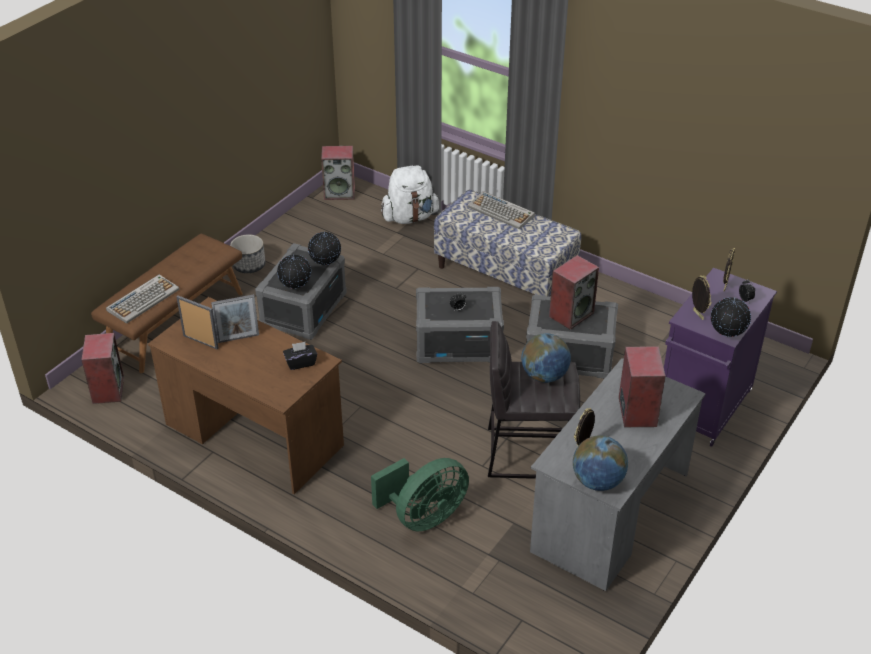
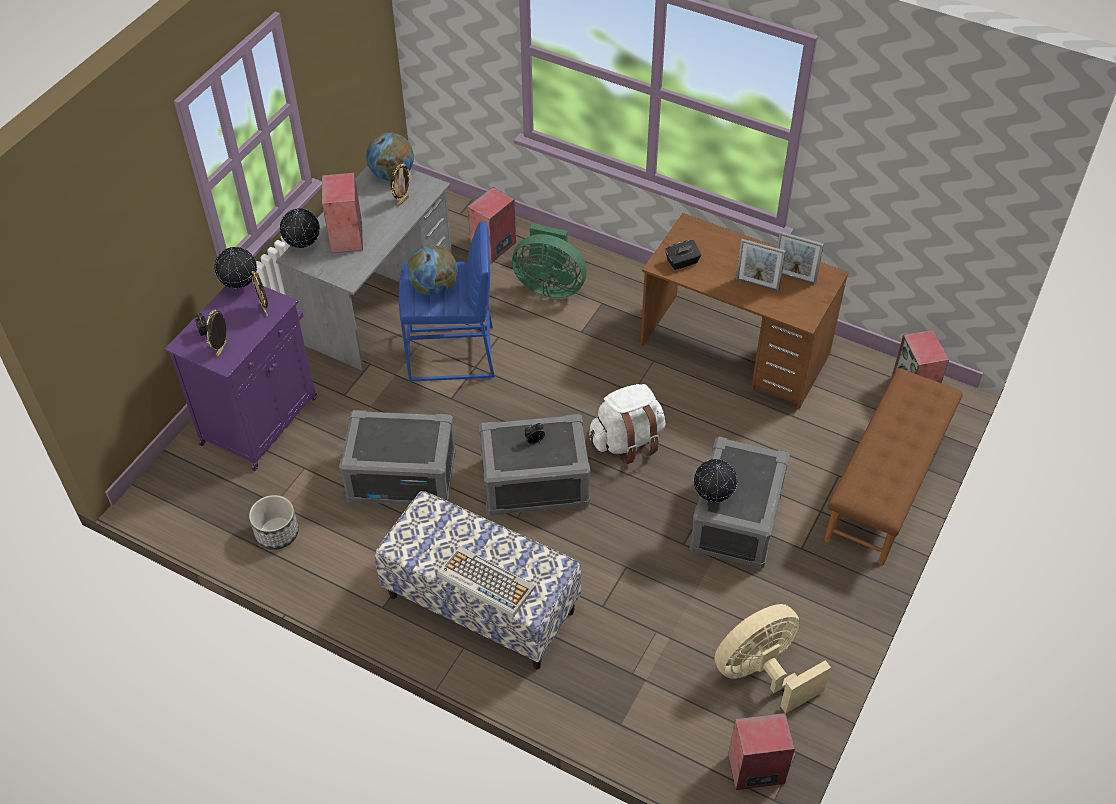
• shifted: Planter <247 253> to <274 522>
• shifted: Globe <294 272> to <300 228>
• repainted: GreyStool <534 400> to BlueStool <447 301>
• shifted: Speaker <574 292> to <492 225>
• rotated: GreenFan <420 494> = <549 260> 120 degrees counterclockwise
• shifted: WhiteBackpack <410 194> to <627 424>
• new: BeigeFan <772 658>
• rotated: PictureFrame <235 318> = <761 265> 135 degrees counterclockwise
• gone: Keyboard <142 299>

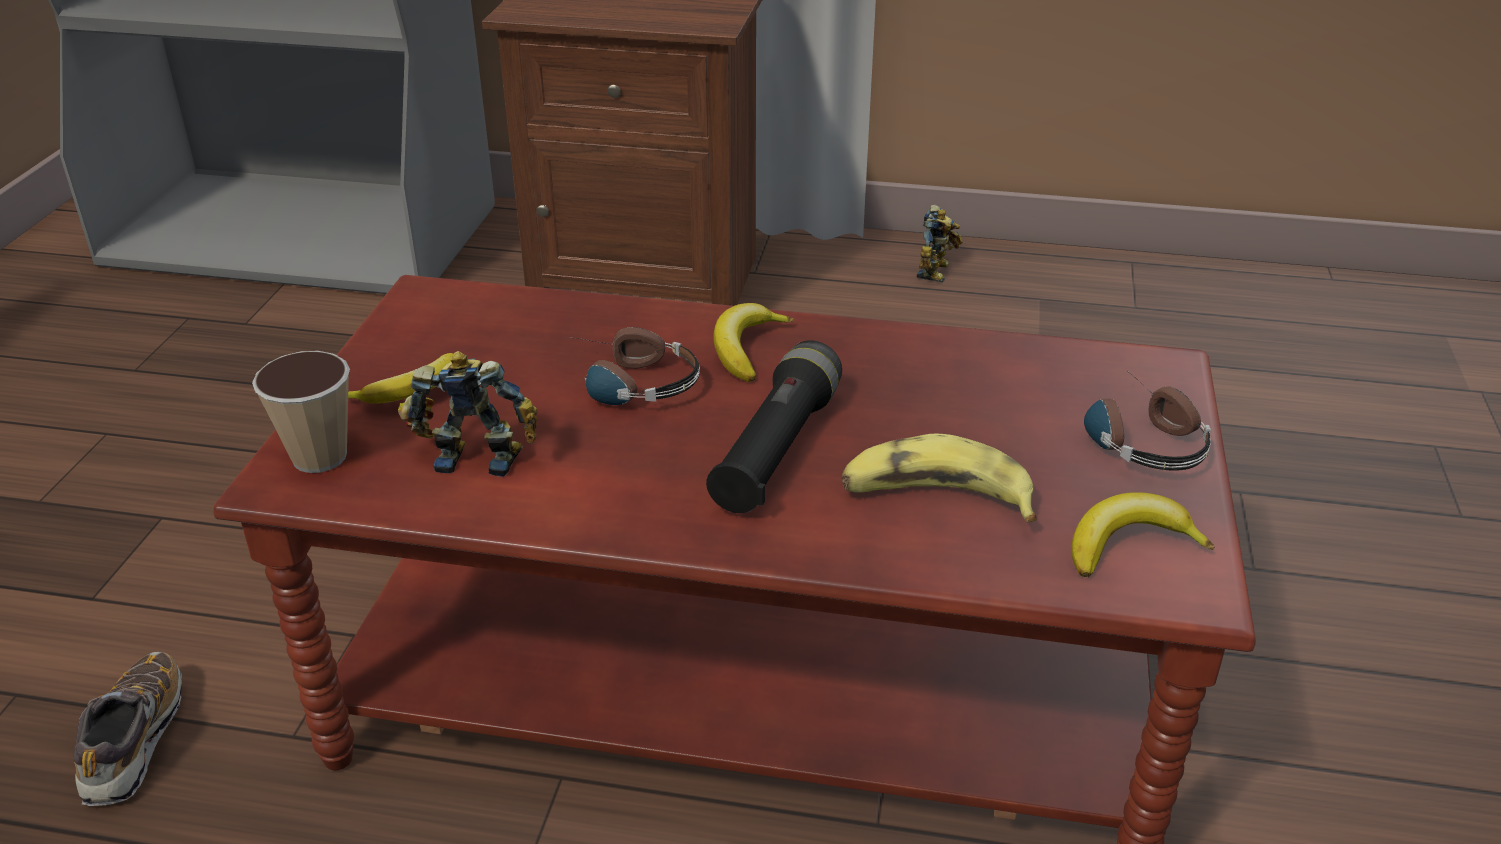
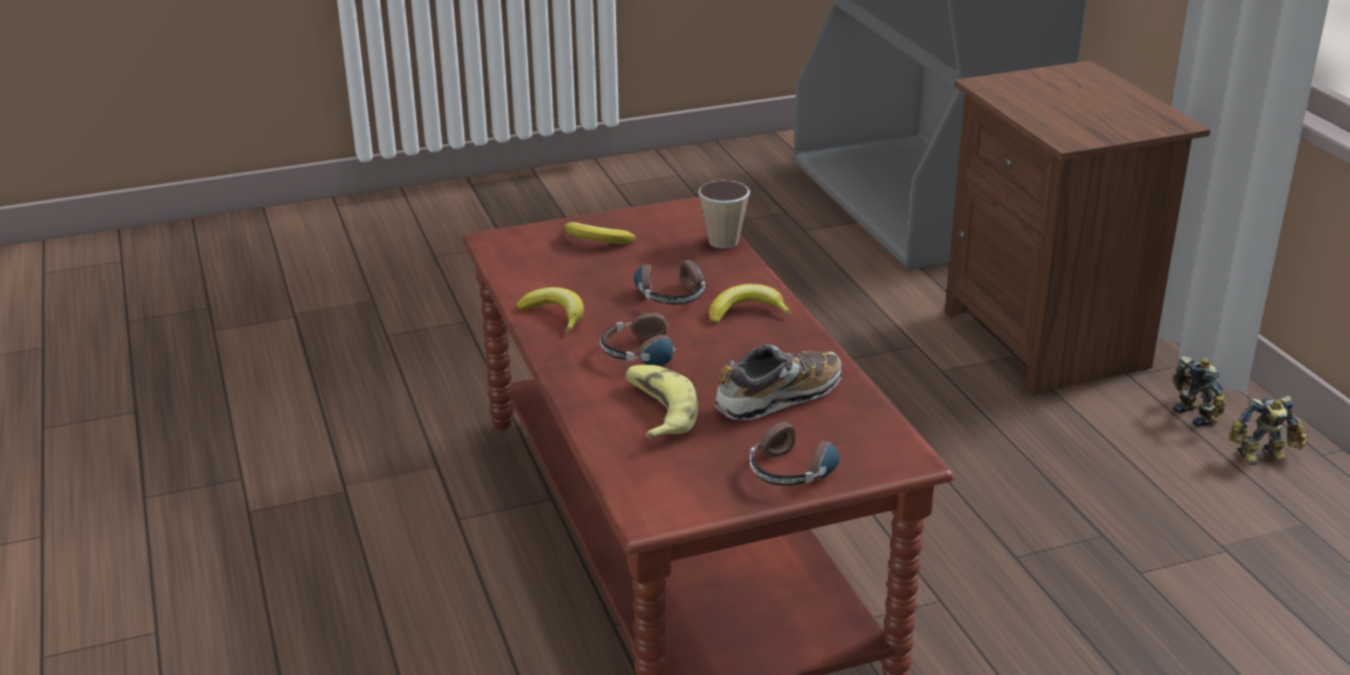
• shifted: Banana <1142 534> to <550 310>
• swapped: BlackFlashlight <774 426> to Headphones <651 339>
• shifted: Cup <301 412> to <724 214>
• shifted: Shoe <127 729> to <778 382>
• shifted: ToyRobot <468 414> to <1199 391>

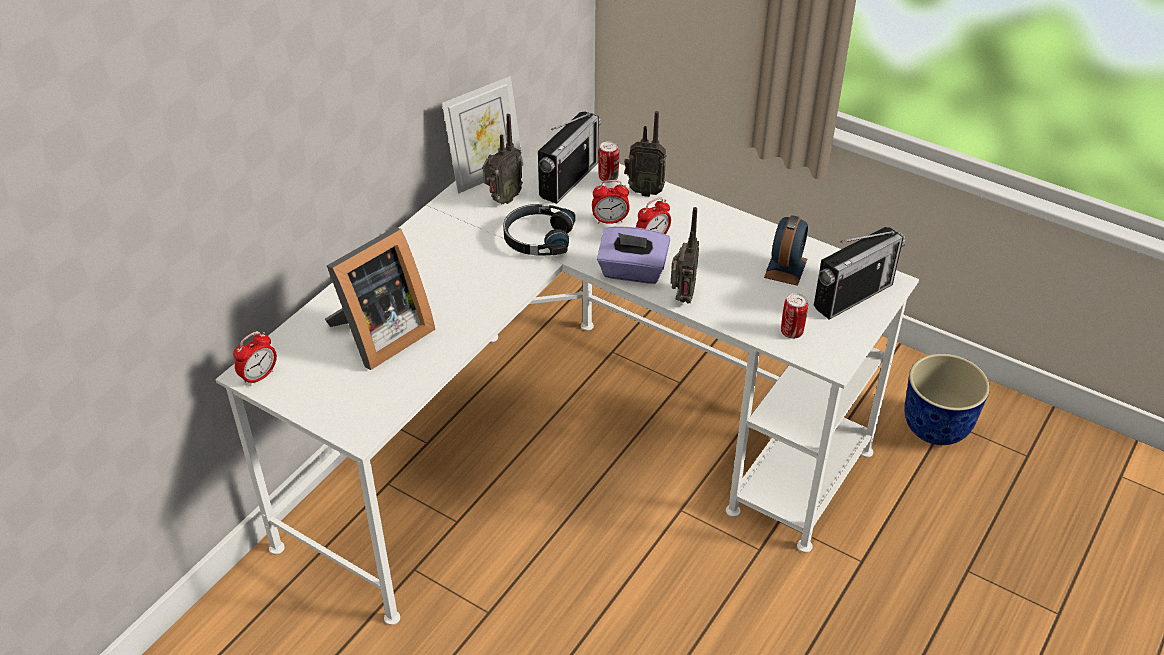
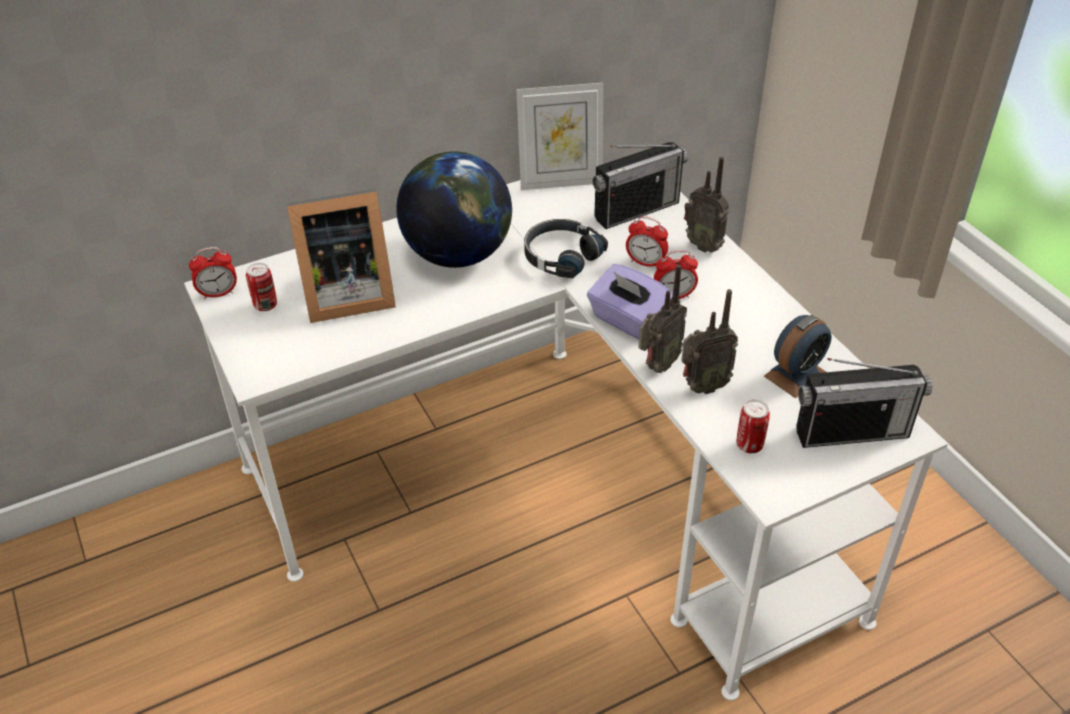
• shifted: Can <608 162> to <261 287>
• new: Globe <454 209>
• shifted: Radio <503 159> to <709 341>
• gone: Planter <947 399>

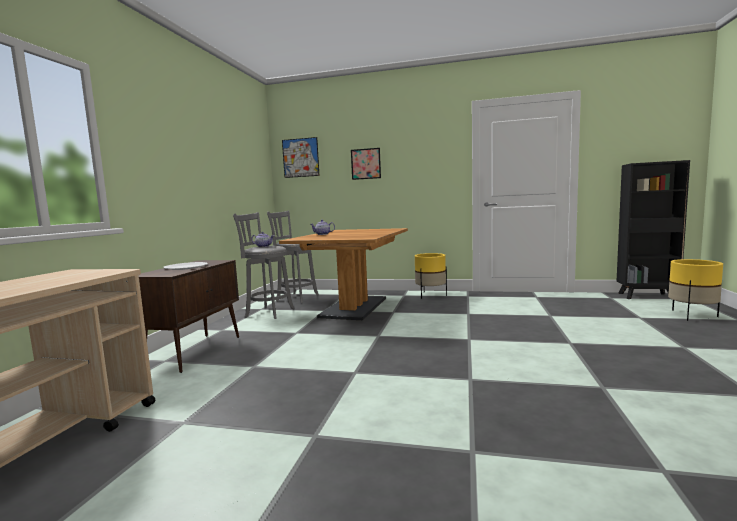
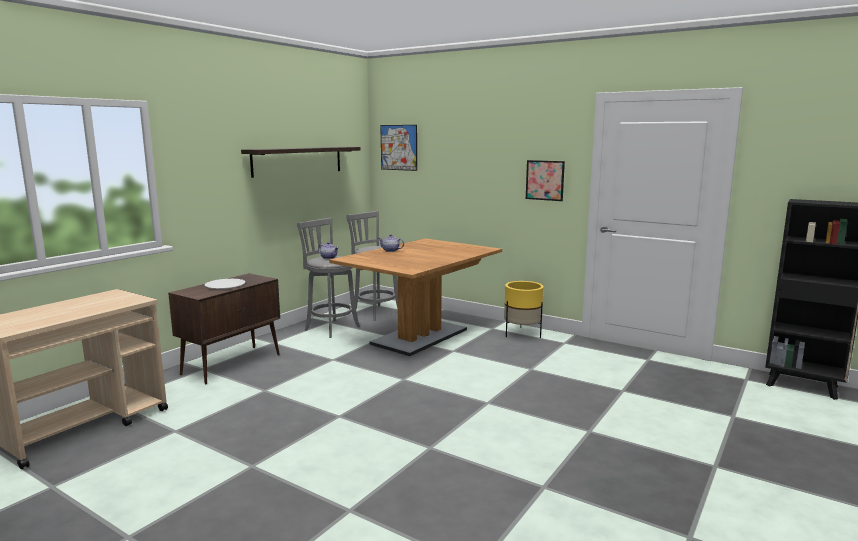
• new: Shelf <301 162>
• shifted: Picture <366 164> to <545 180>
• gone: YellowPlanter <695 290>

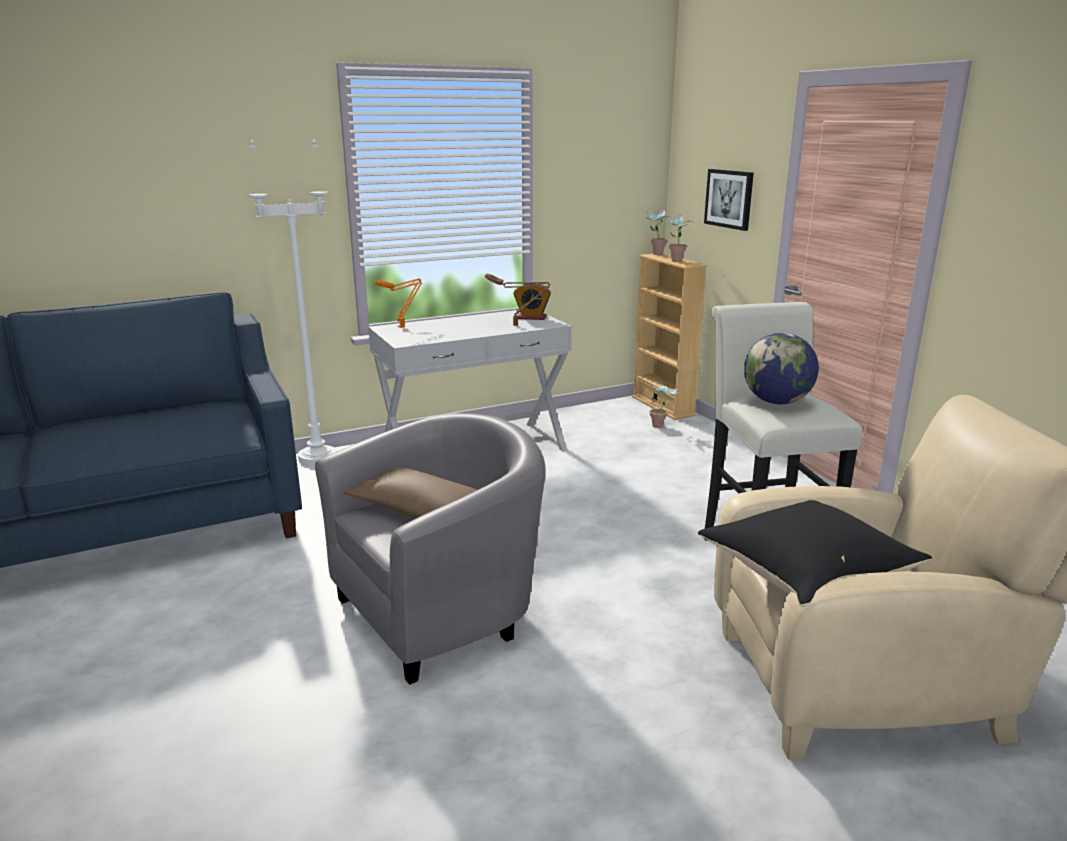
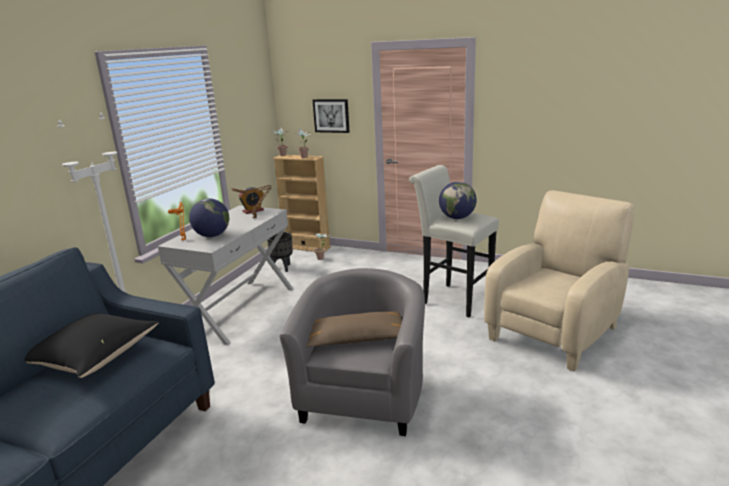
• shifted: BlackPillow <815 553> to <92 345>
• new: Globe <209 217>
• new: BlackPlanter <280 252>

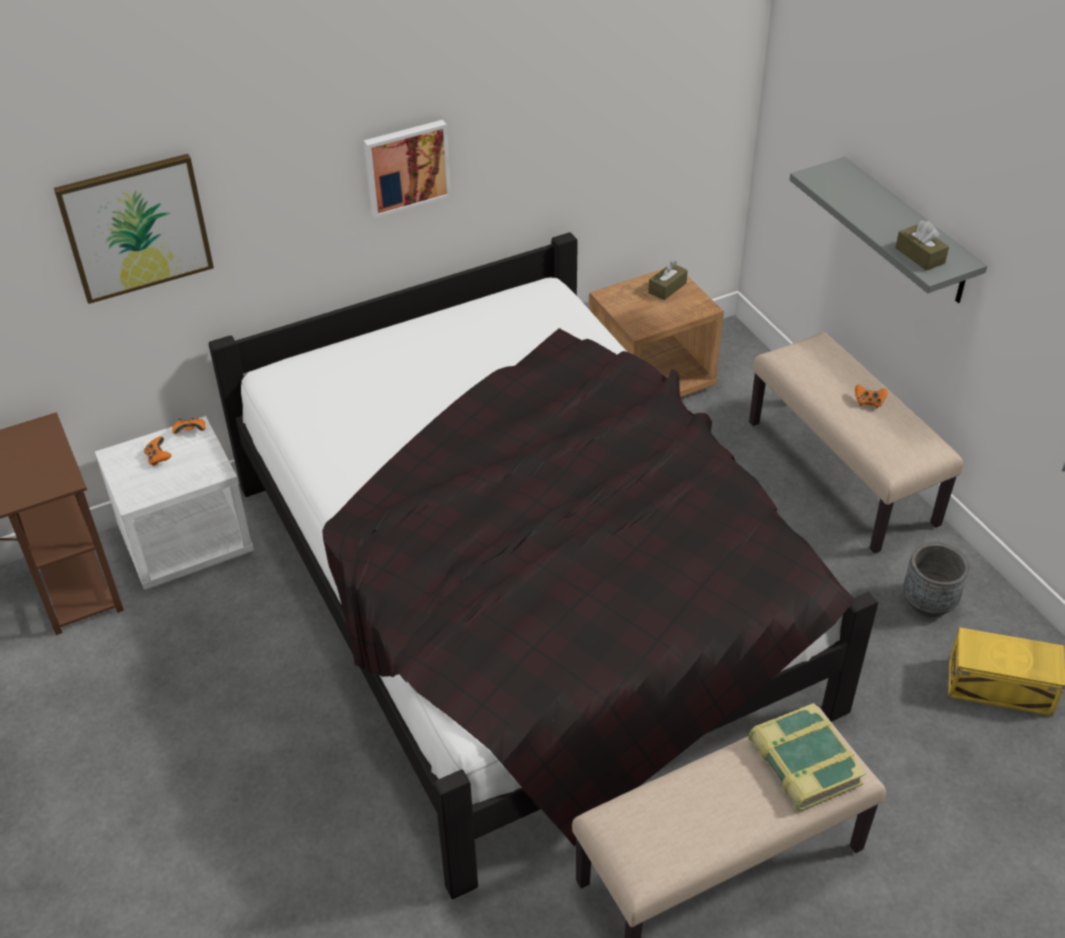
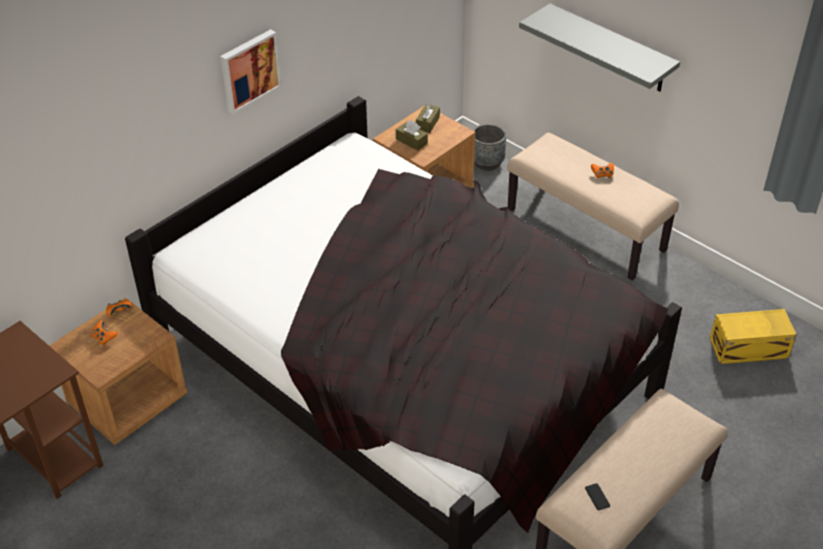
• repainted: WhiteNightstand <174 503> to BrownNightstand <118 371>
• shifted: BrownTissueBox <922 245> to <412 136>
• shifted: GreyPlanter <936 579> to <489 147>
• new: Phone <597 496>
• gone: Picture <134 229>
• gone: Book <807 757>

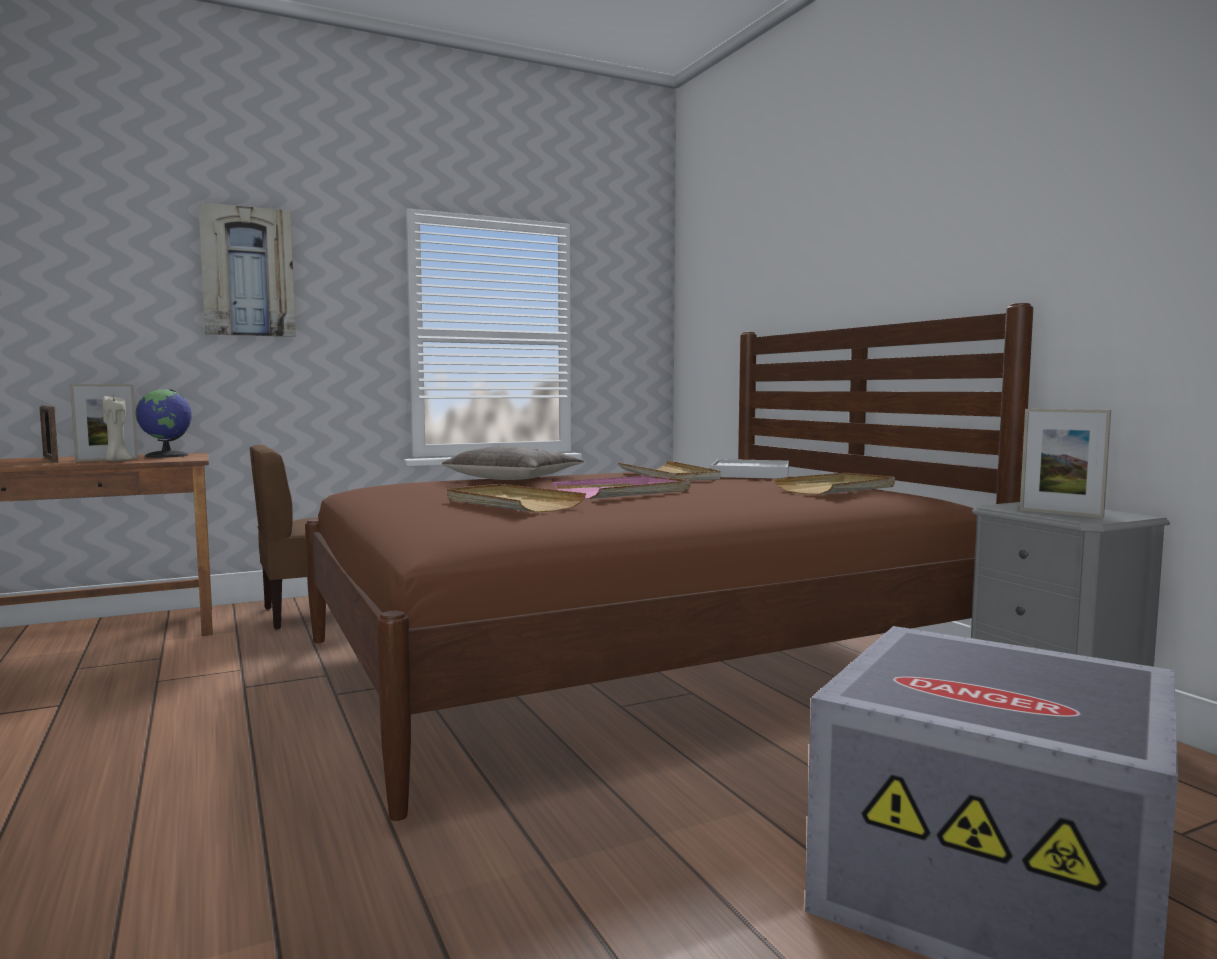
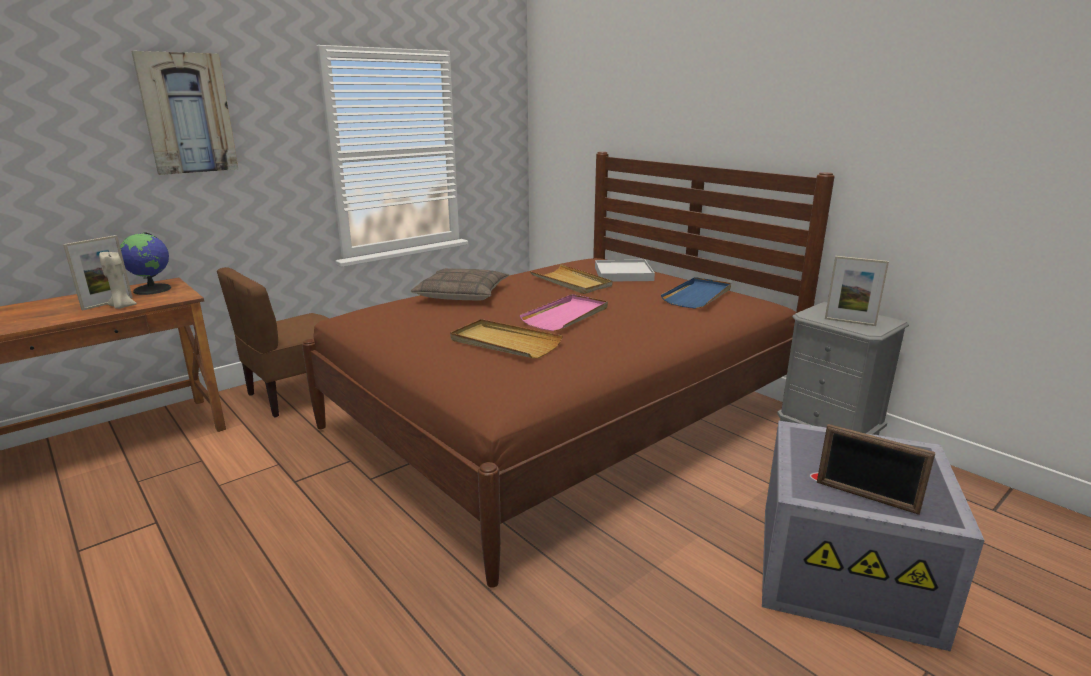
• repainted: BeigeTray <834 484> to BlueTray <696 293>
• shifted: PictureFrame <49 434> to <876 469>

